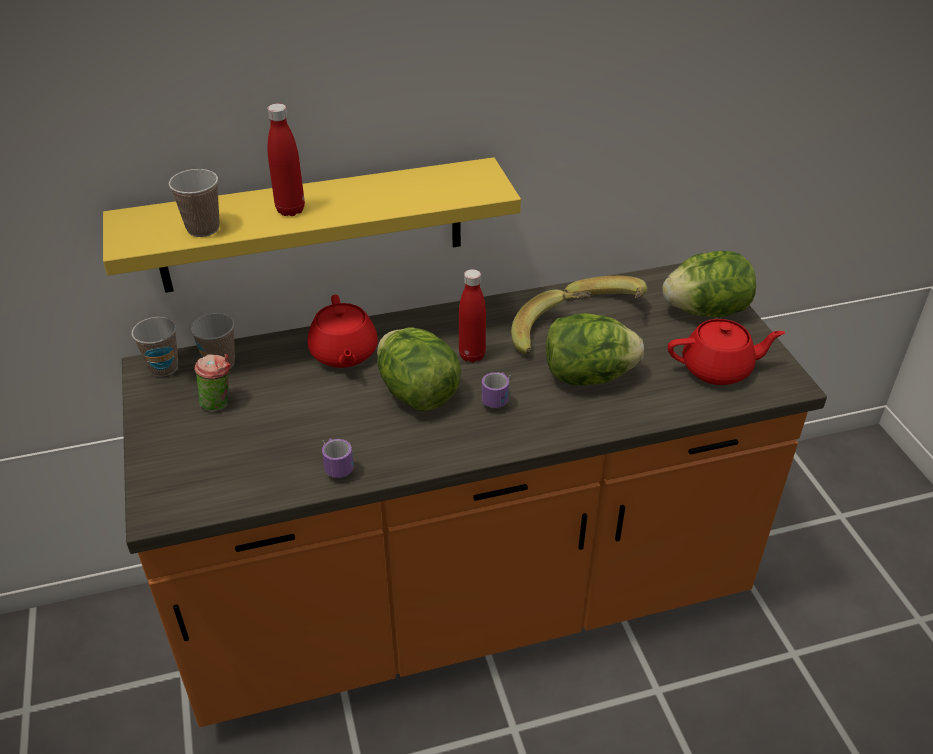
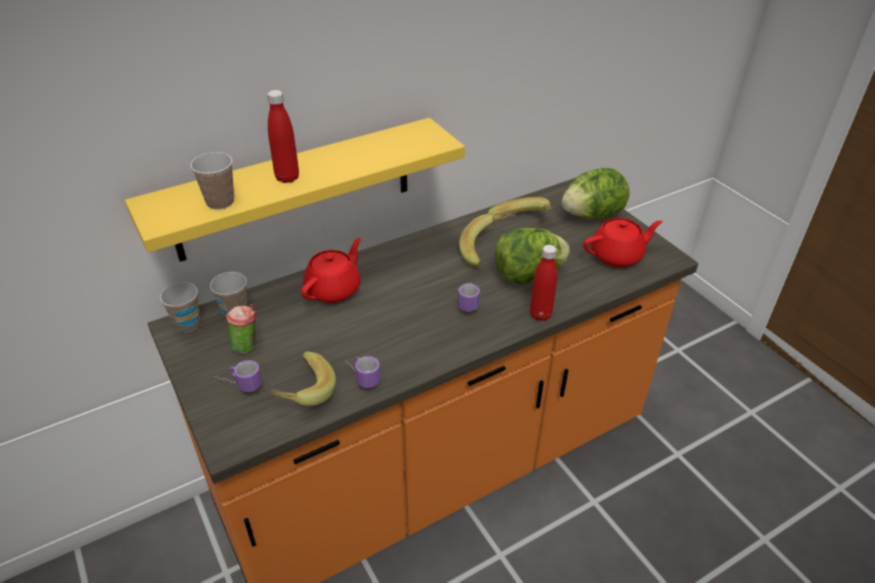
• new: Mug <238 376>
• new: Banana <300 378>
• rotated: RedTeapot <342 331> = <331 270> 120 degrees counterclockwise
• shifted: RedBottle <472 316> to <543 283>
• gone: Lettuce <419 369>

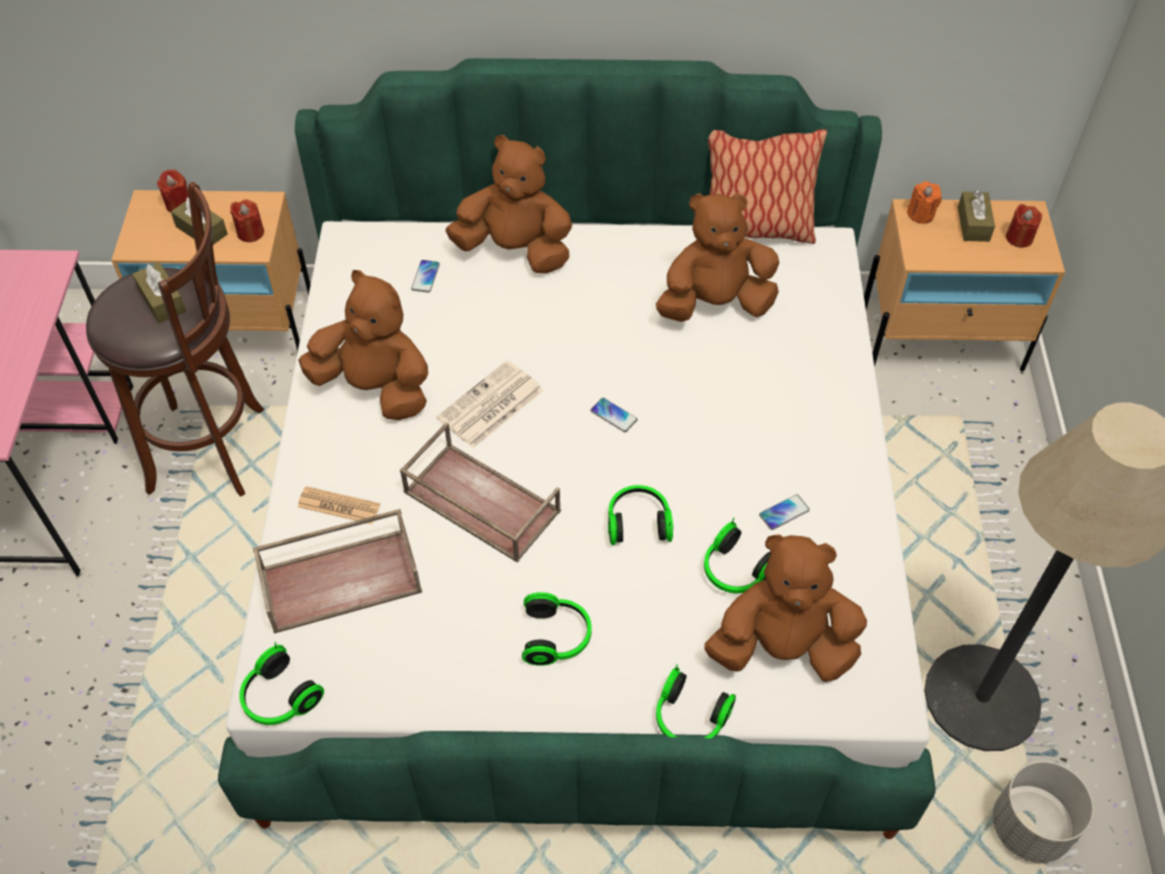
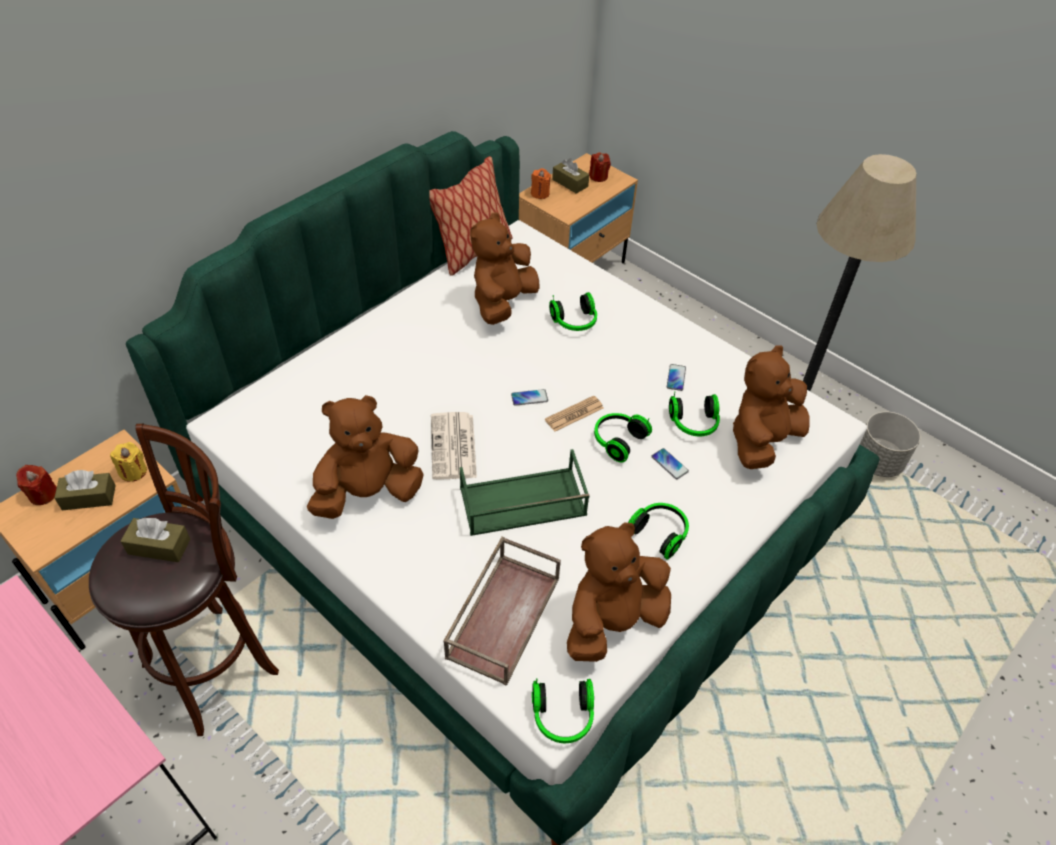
• repainted: RedCandle <247 220> to YellowCandle <128 462>
• repainted: BrownTray <480 492> to GreenTray <525 492>
• shifted: Newspaper <339 505> to <574 414>
• shifted: Headphones <696 701> to <573 311>
• shifted: BrownPlushToy <508 204> to <619 592>
• shifted: Phone <425 276> to <670 463>

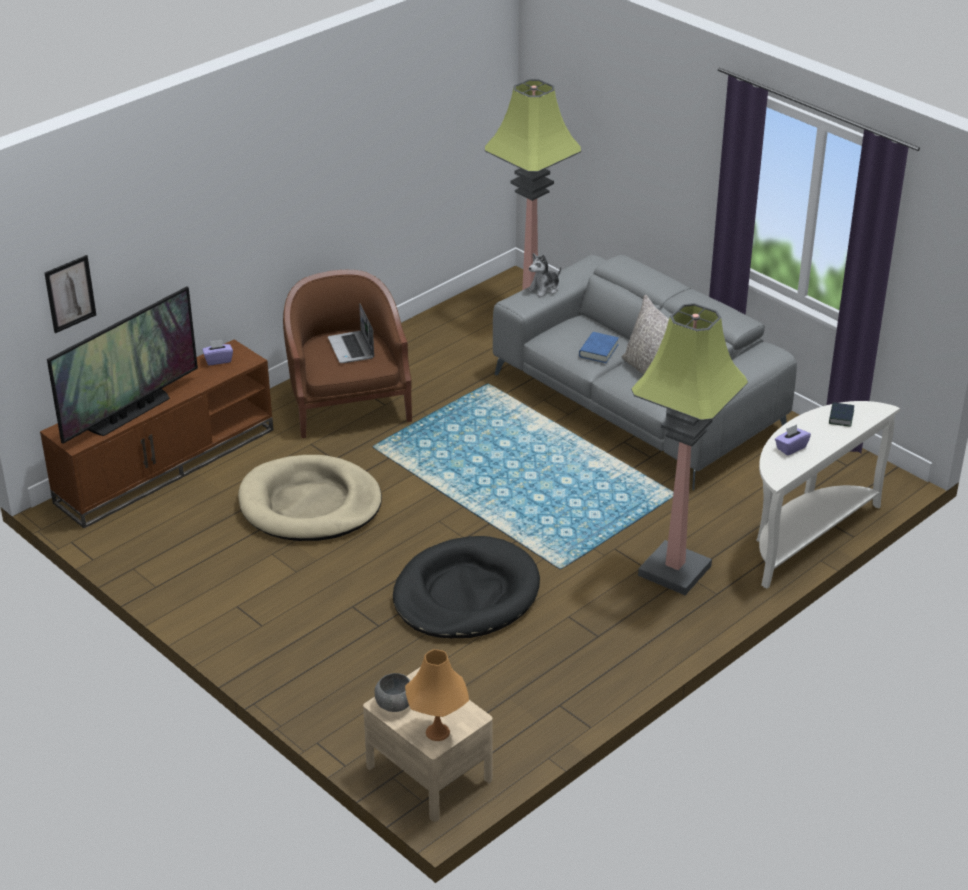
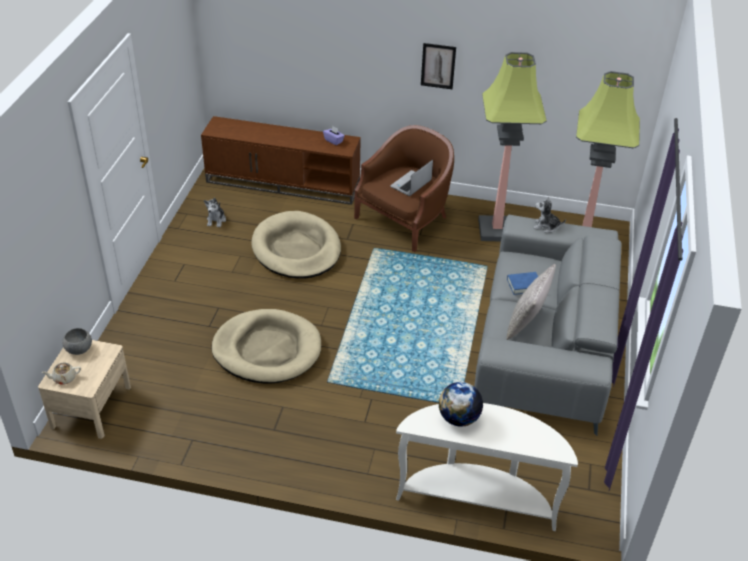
• swapped: OrangeTableLamp <437 695> to BeigeTeapot <61 374>
• new: PlushToy <215 212>
• repainted: BlackDogBed <466 587> to BeigeDogBed <266 346>
• shifted: Picture <70 294> to <438 66>
• swapped: PurpleTissueBox <793 440> to Globe <461 404>
• shifted: FloorLamp <689 449> to <512 146>
• gone: Television <122 365>
• gone: Book <841 414>

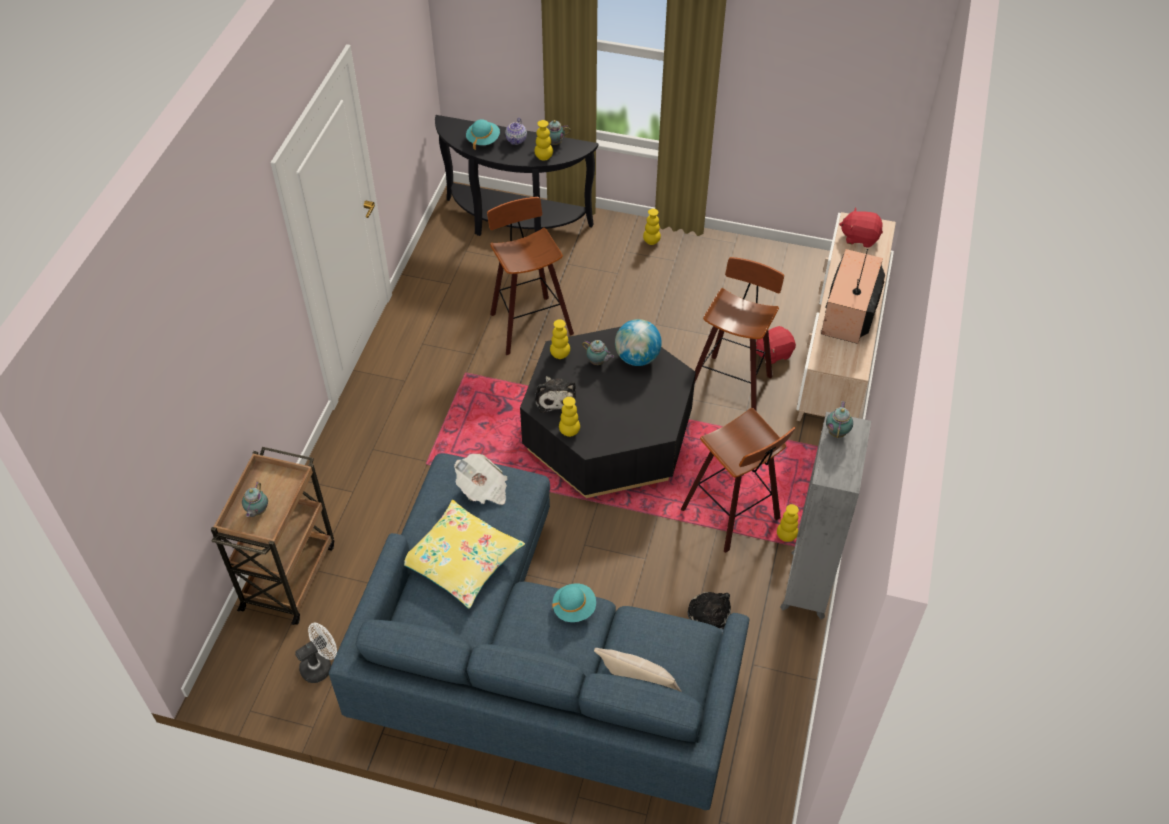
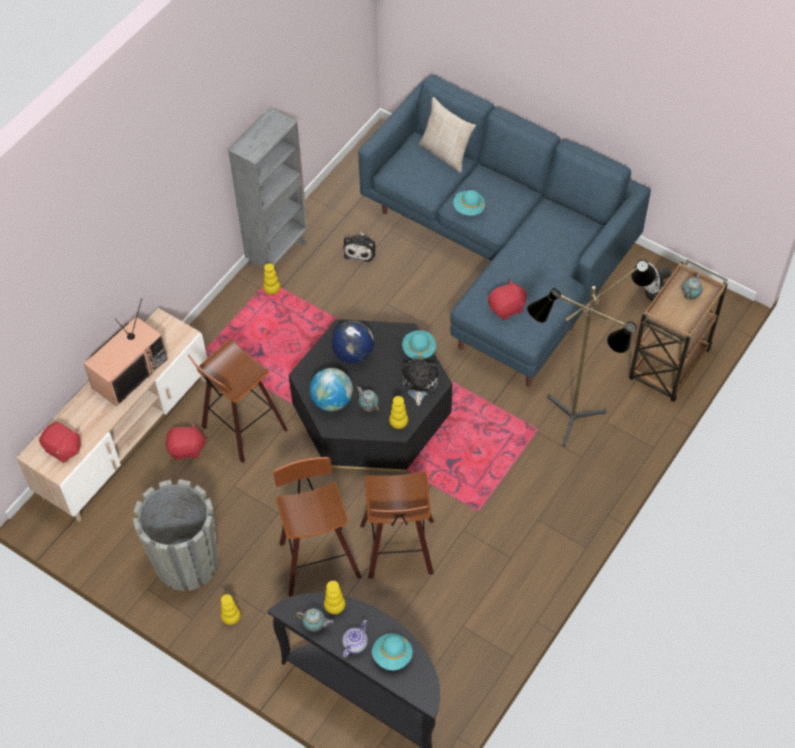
• new: GreyPlanter <176 535>
• shifted: Stool <738 480> to <317 527>
• new: Globe <352 342>
• swapped: YellowVase <569 417> to TurquoiseHat <419 344>
• swapped: Newspaper <480 479> to RedPlushToy <507 299>
• new: FloorLamp <591 353>
• gone: YellowPillow <464 554>
• gone: Teapot <839 419>

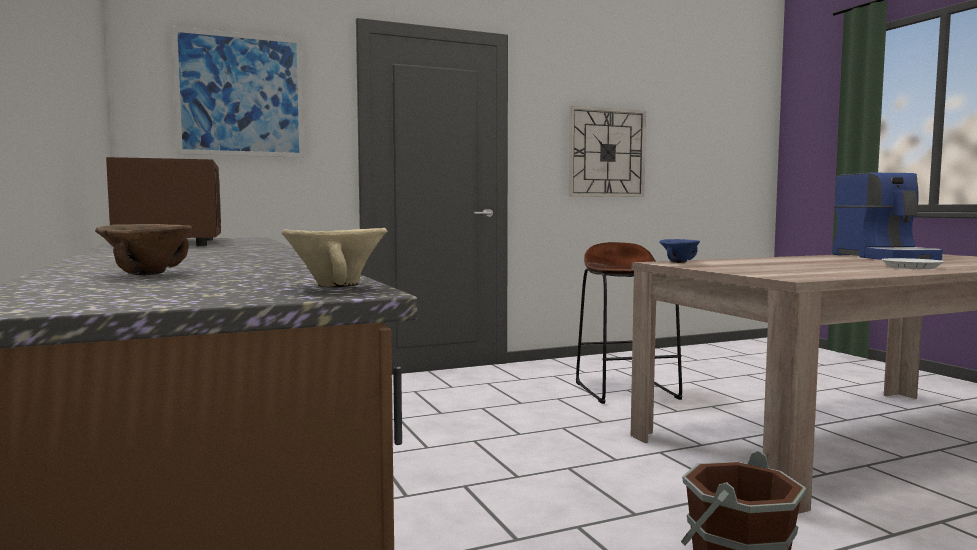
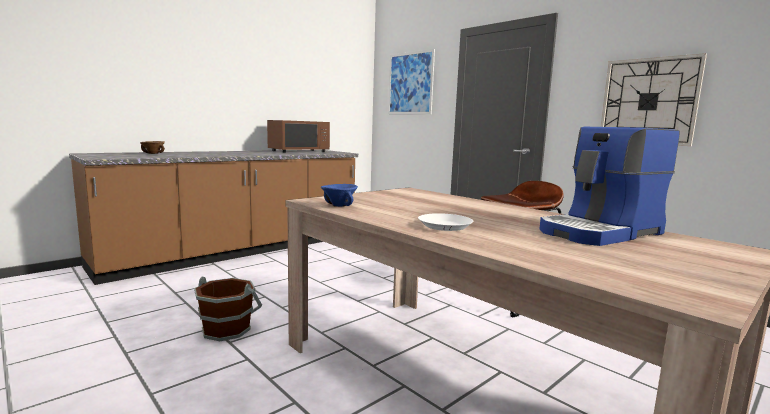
• shifted: BlueBowl <679 251> to <339 195>
• gone: BeigeBowl <334 258>

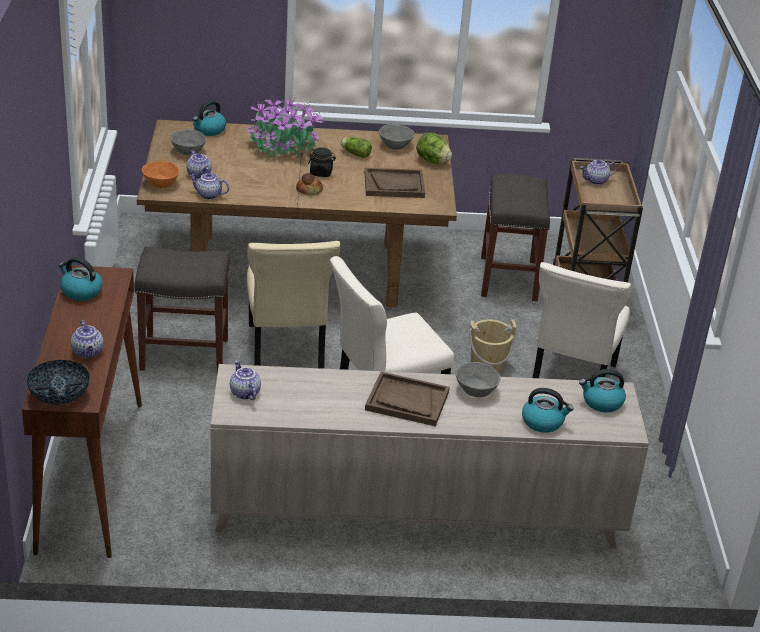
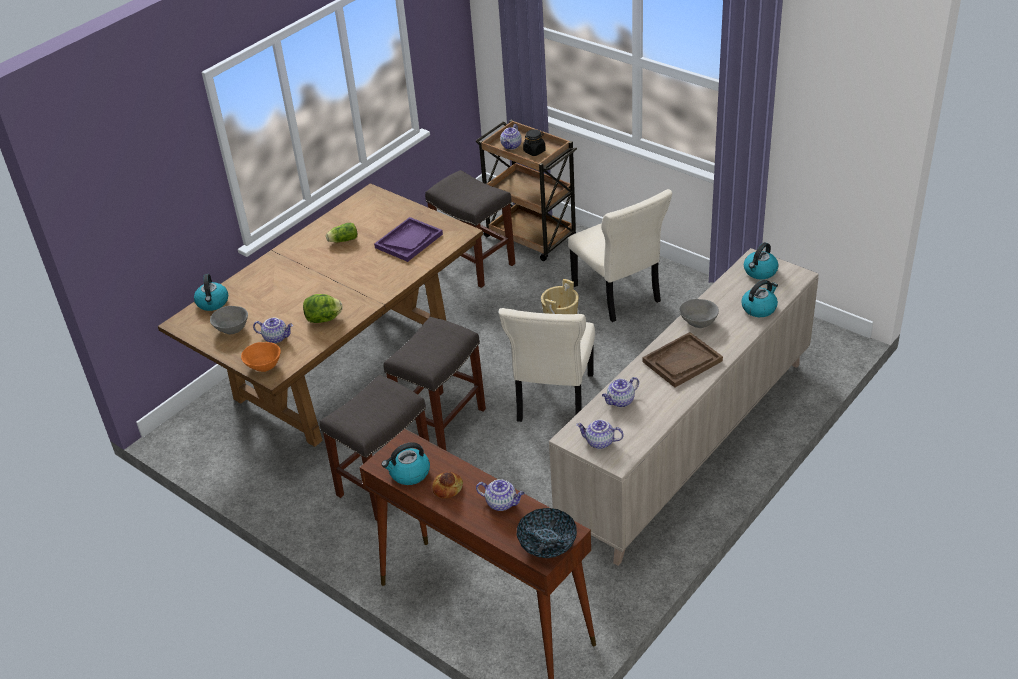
• shifted: Lettuce <434 148> to <323 308>
• repainted: BrownTray <395 183> to PurpleTray <408 239>
• swapped: BeigeChair <293 305> to GreyStool <435 384>
• shifted: Bread <309 184> to <447 485>
• shifted: BlackJar <322 162> to <534 142>
• shifted: Teapot <209 185> to <620 392>
• gone: PottedPlant <284 126>
• gone: GreyBowl <396 137>

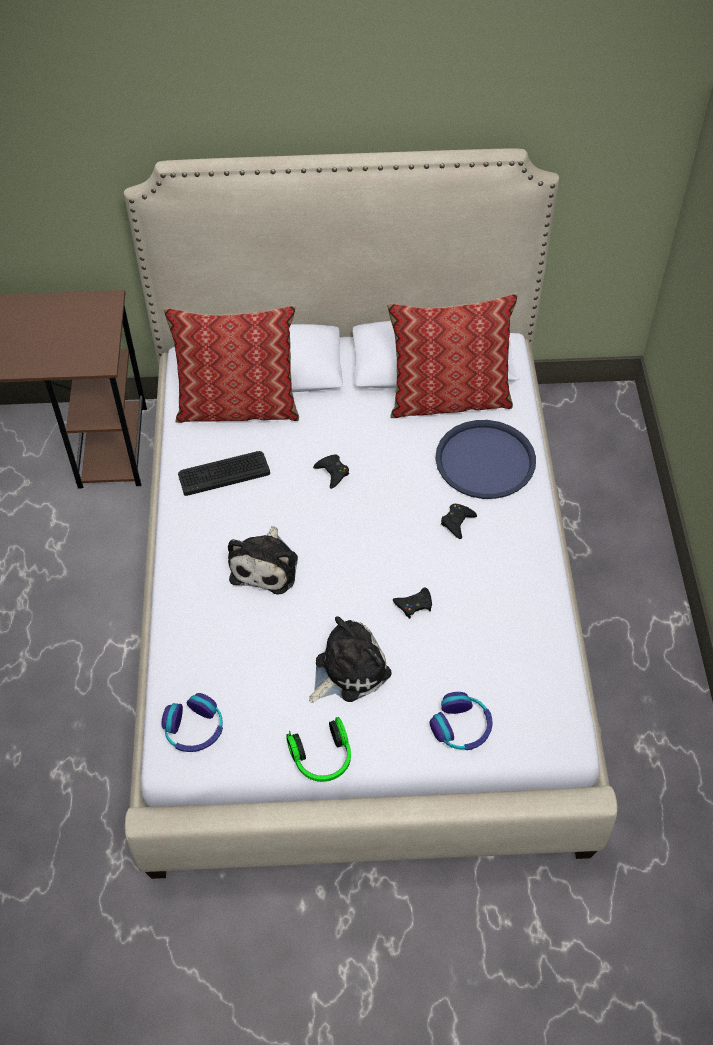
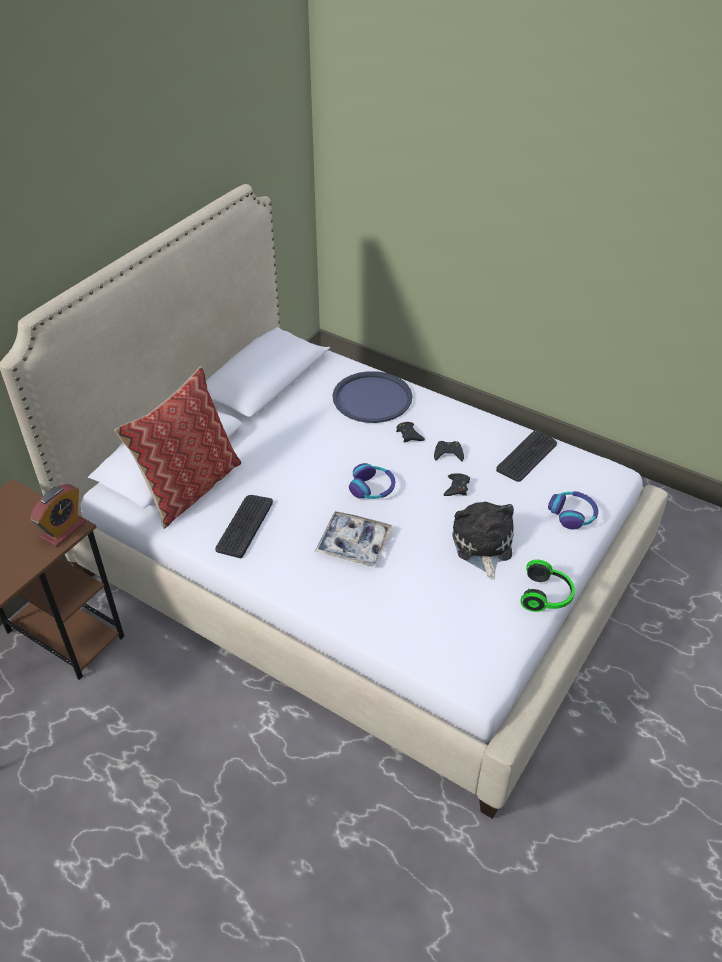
• new: AlarmClock <58 515>
• swapped: PlushToy <263 560> to Tray <354 539>
• shifted: Headphones <192 722> to <372 481>
• shifted: BlackGameController <331 472> to <449 451>
• new: Keyboard <526 455>
• gone: Pillow <452 355>

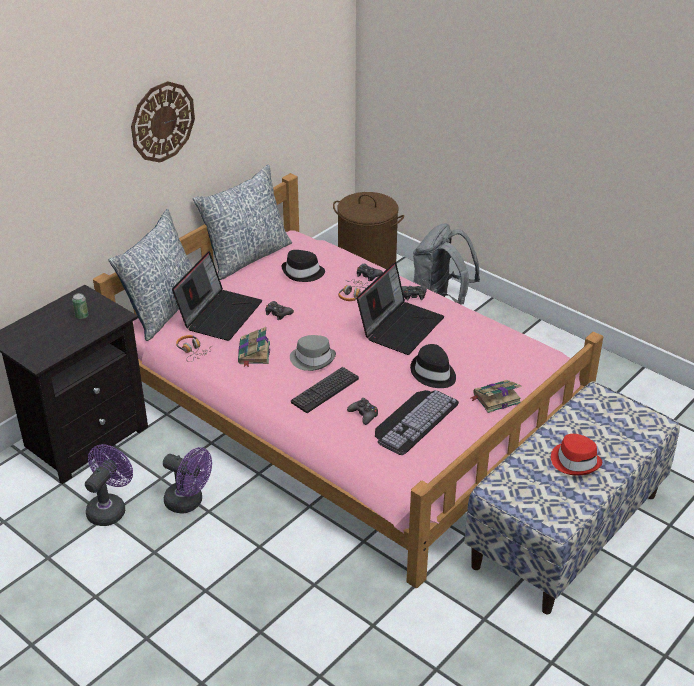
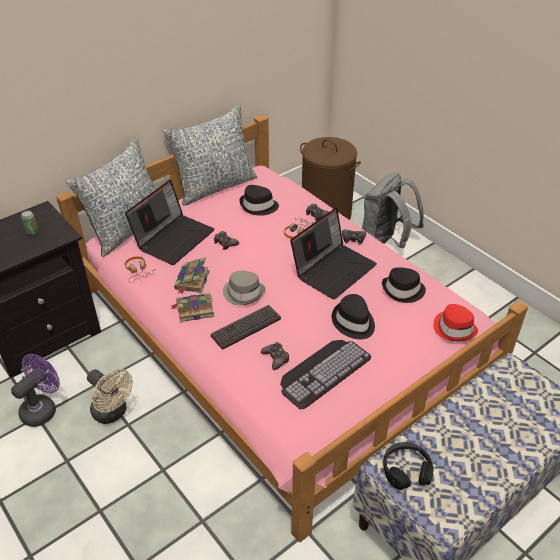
• repainted: PurpleFan <187 480> to BeigeFan <110 396>
• shifted: Book <496 396> to <193 307>
• new: BlackHat <404 285>
• new: BlackHeadphones <408 466>
• shifted: RedHat <576 455> to <455 322>
• gone: WallClock <163 122>

